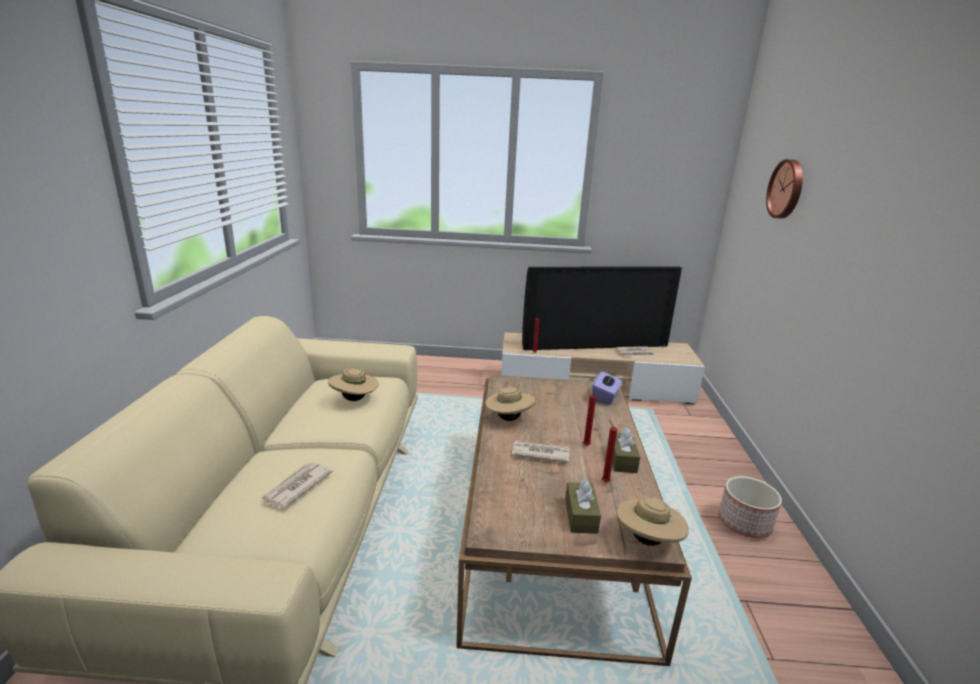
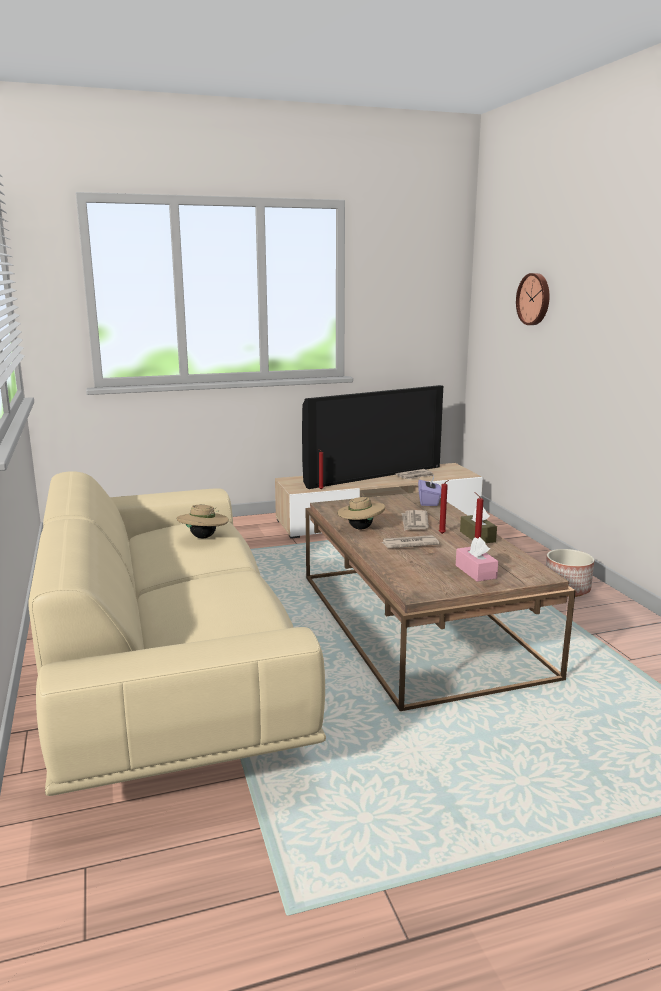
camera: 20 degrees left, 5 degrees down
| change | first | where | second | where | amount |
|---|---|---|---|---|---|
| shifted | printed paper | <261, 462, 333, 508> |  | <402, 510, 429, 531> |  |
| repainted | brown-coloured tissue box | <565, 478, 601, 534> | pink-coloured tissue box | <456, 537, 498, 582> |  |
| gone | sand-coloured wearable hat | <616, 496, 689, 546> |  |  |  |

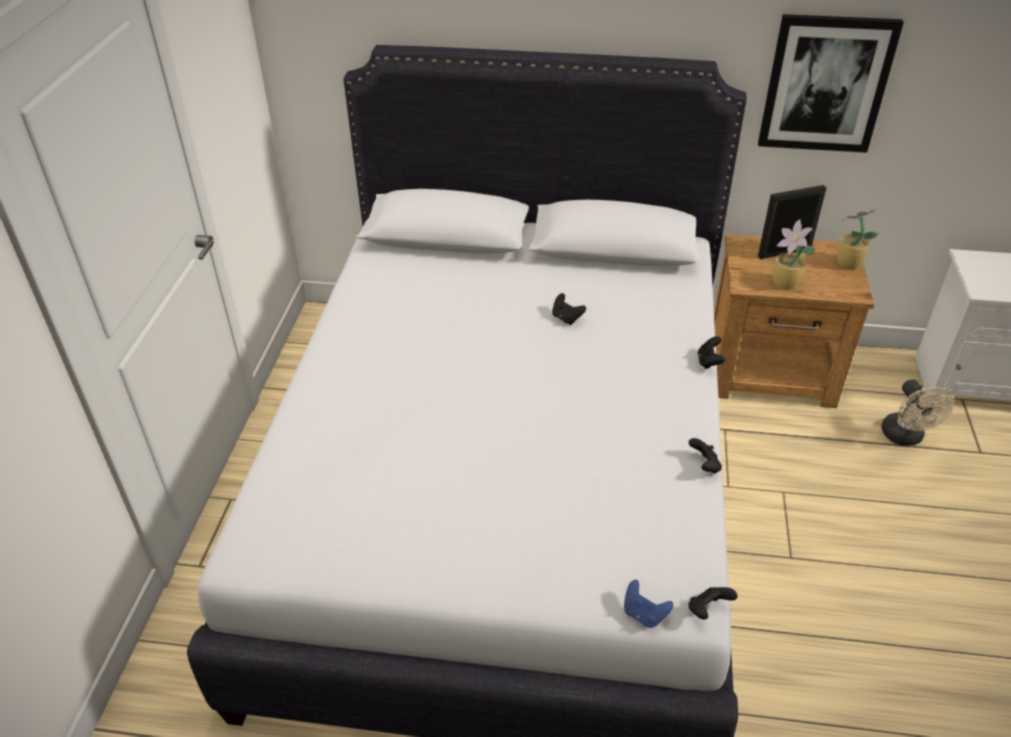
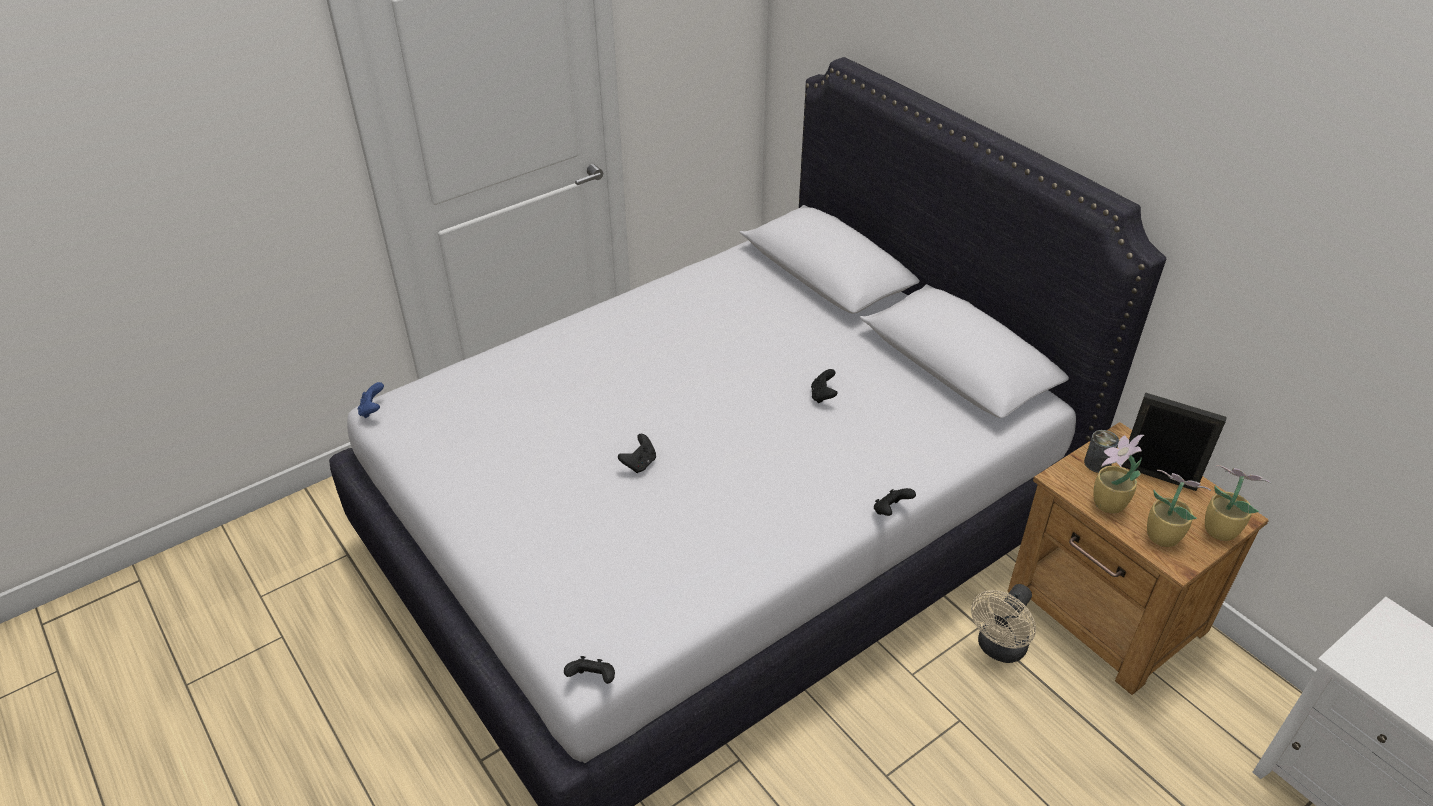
camera: 45 degrees right, 0 degrees up
| change | first | where | second | where | amount |
|---|---|---|---|---|---|
| shifted | blue game controller | <624, 580, 673, 628> |  | <358, 382, 384, 418> |  |
| shifted | blackish game controller | <688, 438, 722, 474> |  | <618, 434, 656, 473> |  |
| shifted | sand-coloured cooling fan | <881, 380, 954, 446> |  | <971, 584, 1036, 663> |  |
| new |  |  | metal can | <1084, 430, 1119, 473> |  |
| new |  |  | potted plant | <1147, 470, 1211, 547> |  |
| gone | picture | <758, 14, 904, 153> |  |  |  |

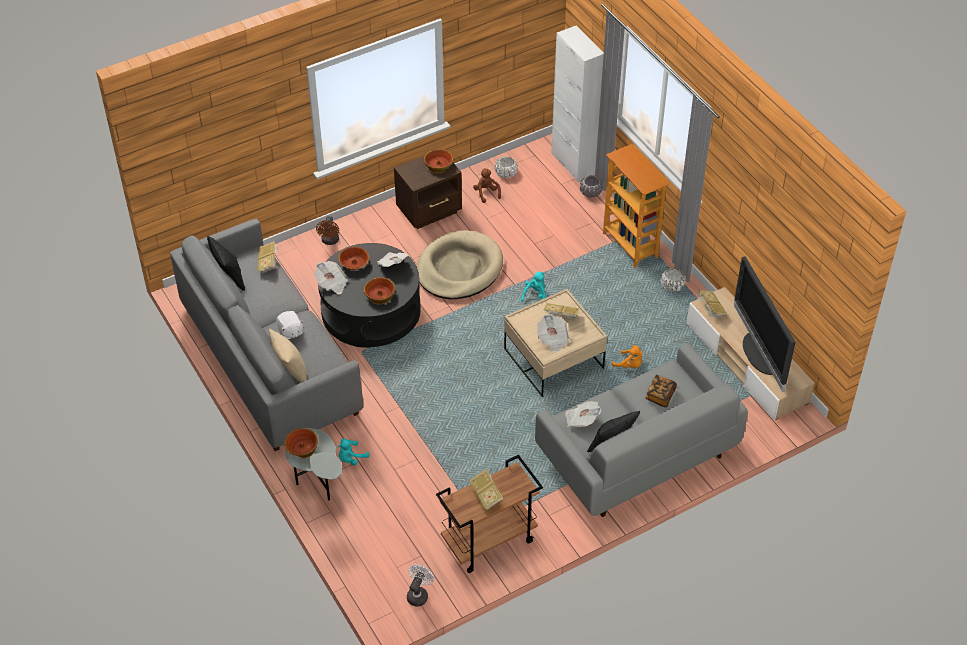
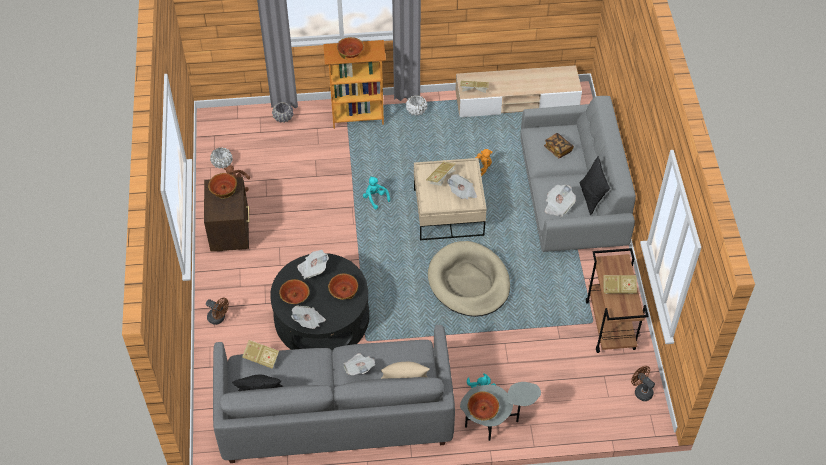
camera: 65 degrees left, 5 degrees up
| change | first | where | second | where | amount |
|---|---|---|---|---|---|
| new |  |  | serving bowl | <337, 37, 364, 59> |  |
| swapped | white-coloured plush toy | <276, 311, 304, 340> | printed paper | <343, 353, 375, 375> |  |
| shifted | sand-coloured dog bed | <417, 230, 503, 299> |  | <428, 241, 510, 317> |  |
| repainted | white-coloured cooling fan | <407, 564, 434, 606> | brown-coloured cooling fan | <631, 366, 655, 401> |  |
| gone | white-coloured cupboard | <551, 26, 604, 182> |  |  |  |
| gone | television | <734, 256, 796, 392> |  |  |  |

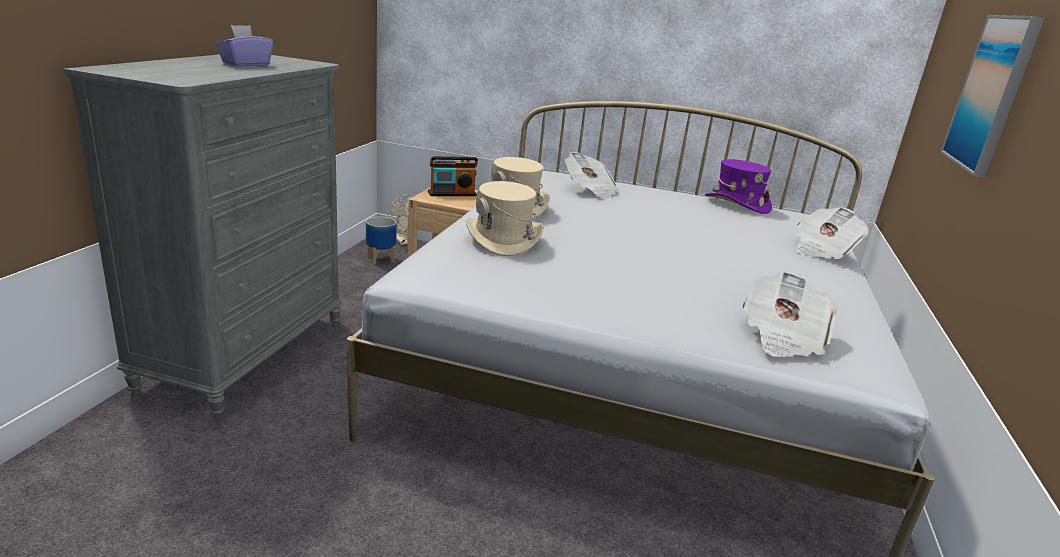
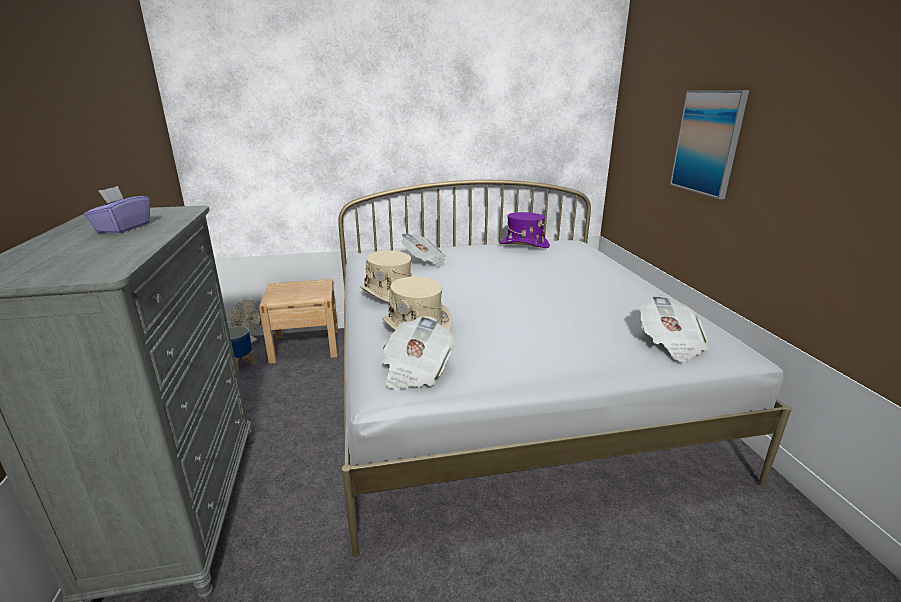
camera: 25 degrees left, 0 degrees up
| change | first | where | second | where | amount |
|---|---|---|---|---|---|
| shifted | printed paper | <795, 207, 869, 259> |  | <382, 316, 455, 389> |  |
| gone | radio set | <428, 156, 478, 196> |  |  |  |

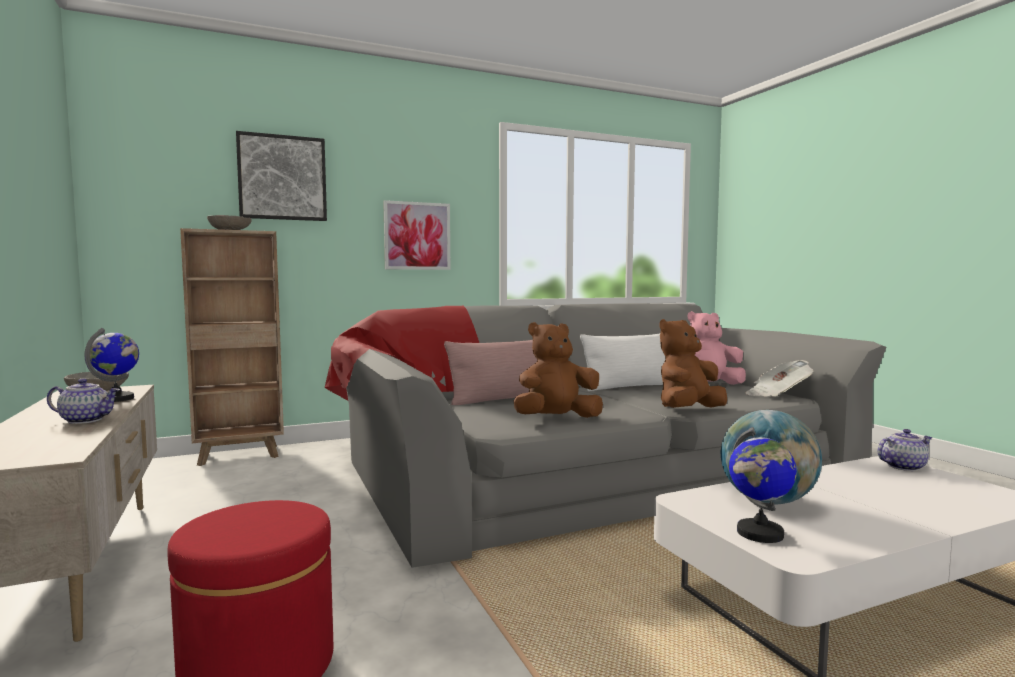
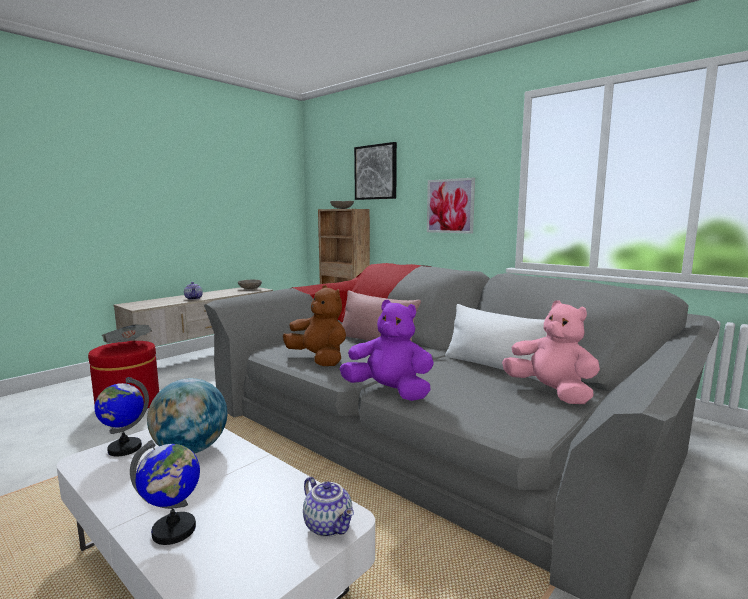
camera: 65 degrees right, 5 degrees up
| change | first | where | second | where | amount |
|---|---|---|---|---|---|
| shifted | printed paper | <745, 360, 813, 397> |  | <102, 324, 152, 343> |  |
| shifted | world globe | <85, 328, 139, 402> |  | <130, 440, 200, 545> |  |
| repainted | brown-coloured plush toy | <659, 319, 727, 408> | purplish plush toy | <339, 300, 434, 401> |  |

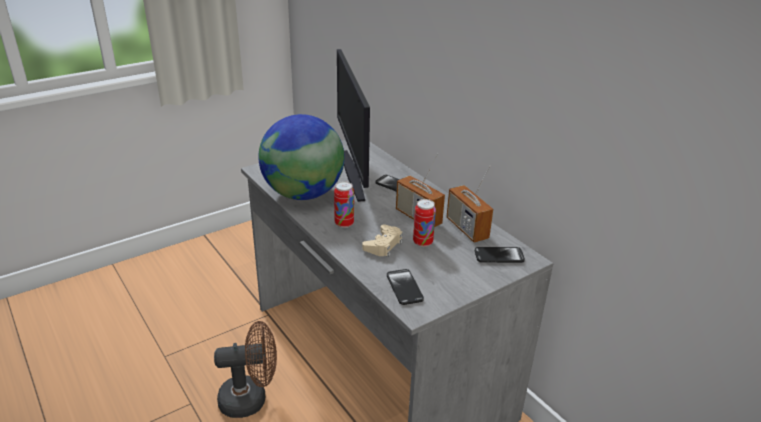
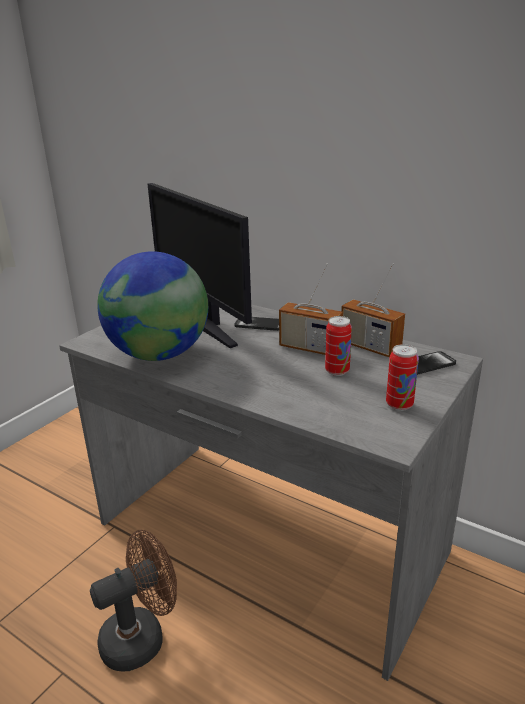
camera: 20 degrees left, 5 degrees down
| change | first | where | second | where | amount |
|---|---|---|---|---|---|
| shifted | metal can | <334, 181, 354, 228> |  | <386, 344, 419, 411> |  |
| gone | sand-coloured game controller | <362, 224, 403, 257> |  |  |  |
| gone | handset | <387, 269, 424, 305> |  |  |  |

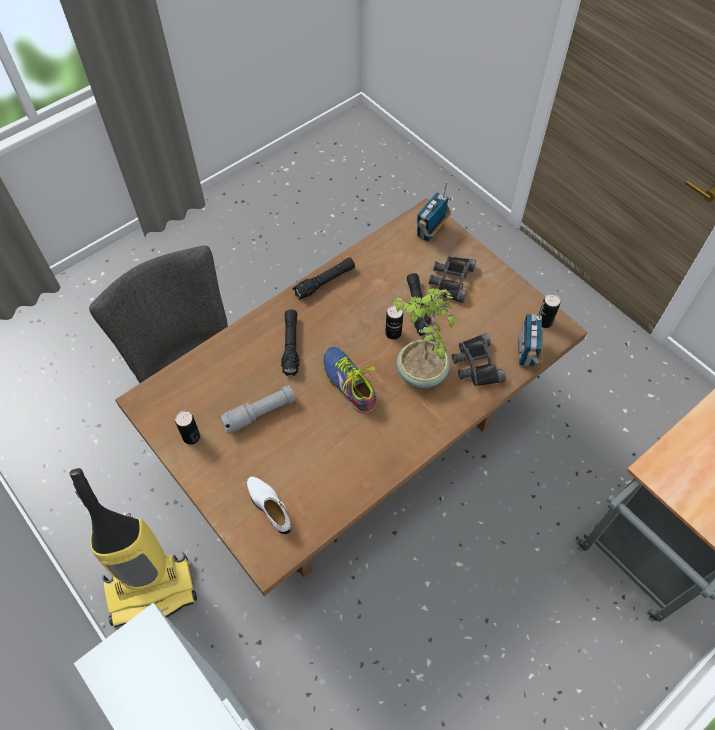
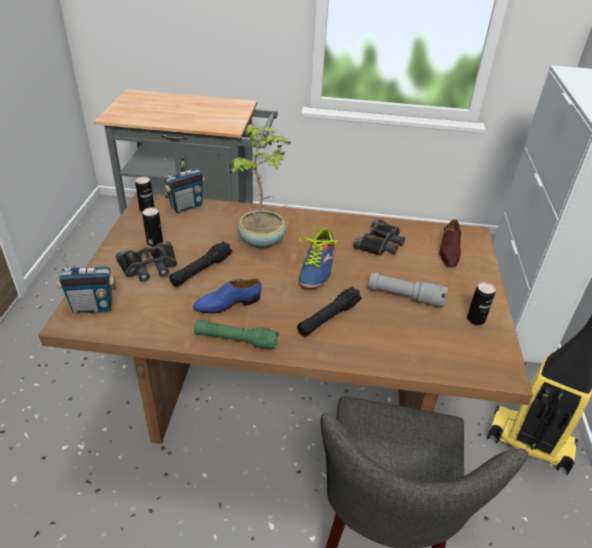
camera: 135 degrees left, 20 degrees down
| change | first | where | second | where | amount |
|---|---|---|---|---|---|
| shifted | metal can | <385, 305, 403, 340> |  | <142, 207, 163, 247> |  |
| new |  |  | blue item of footwear | <193, 279, 262, 313> |  |
| repainted | blackish flashlight | <293, 257, 355, 300> | greenish flashlight | <194, 320, 279, 349> |  |
| shifted | blackish field glasses | <452, 333, 506, 386> |  | <353, 218, 405, 256> |  |
| repainted | white-coloured item of footwear | <247, 477, 291, 534> | brown-coloured item of footwear | <439, 219, 461, 267> |  |

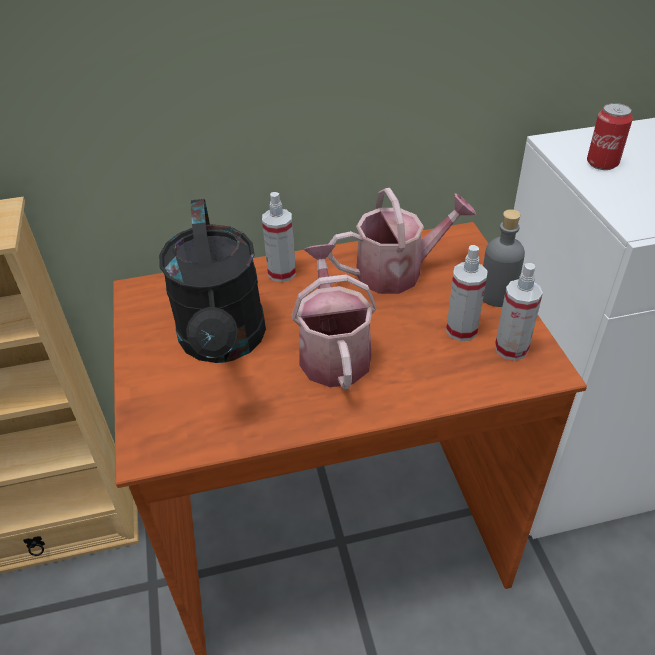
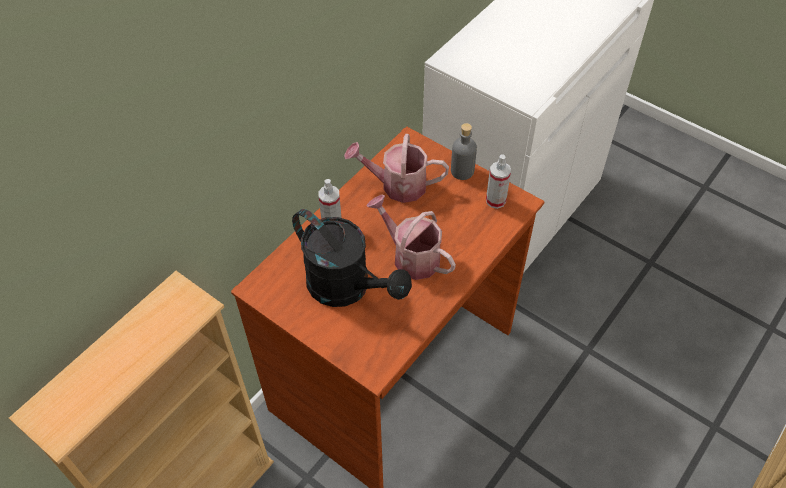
camera: 40 degrees left, 10 degrees up
| change | first | where | second | where | amount |
|---|---|---|---|---|---|
| rotated | watering pot | <328, 188, 476, 294> |  | <344, 134, 449, 203> | 120 degrees counterclockwise |
| gone | spray bottle | <446, 245, 488, 341> |  |  |  |
| gone | metal can | <587, 103, 633, 170> |  |  |  |

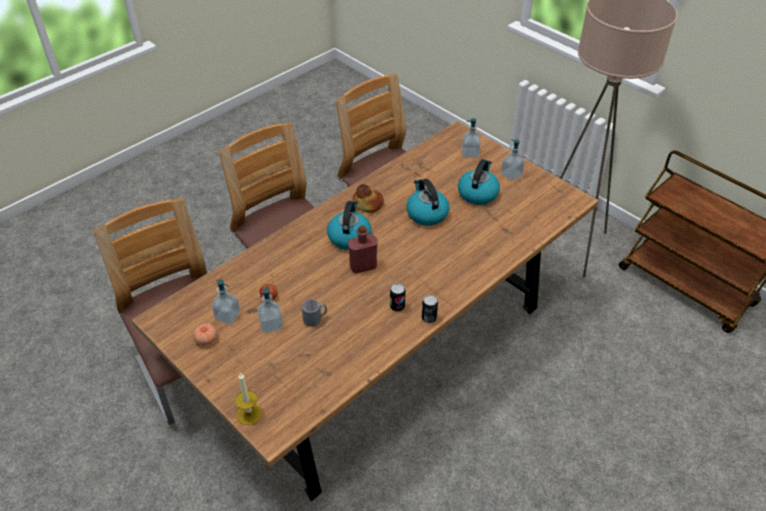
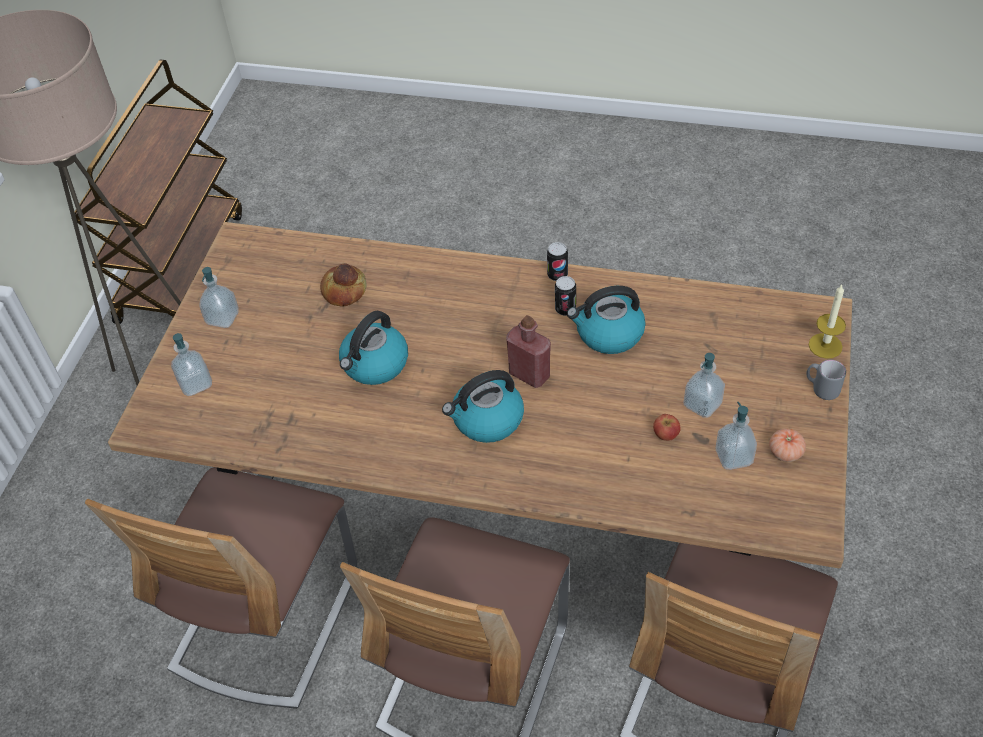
camera: 120 degrees left, 5 degrees up
| change | first | where | second | where | amount |
|---|---|---|---|---|---|
| shifted | bread | <353, 184, 384, 213> |  | <320, 263, 367, 307> |  |
| shifted | water kettle | <458, 159, 500, 205> |  | <567, 286, 646, 354> |  |
| shifted | gray tea mug | <302, 299, 327, 327> |  | <806, 360, 846, 400> |  |

